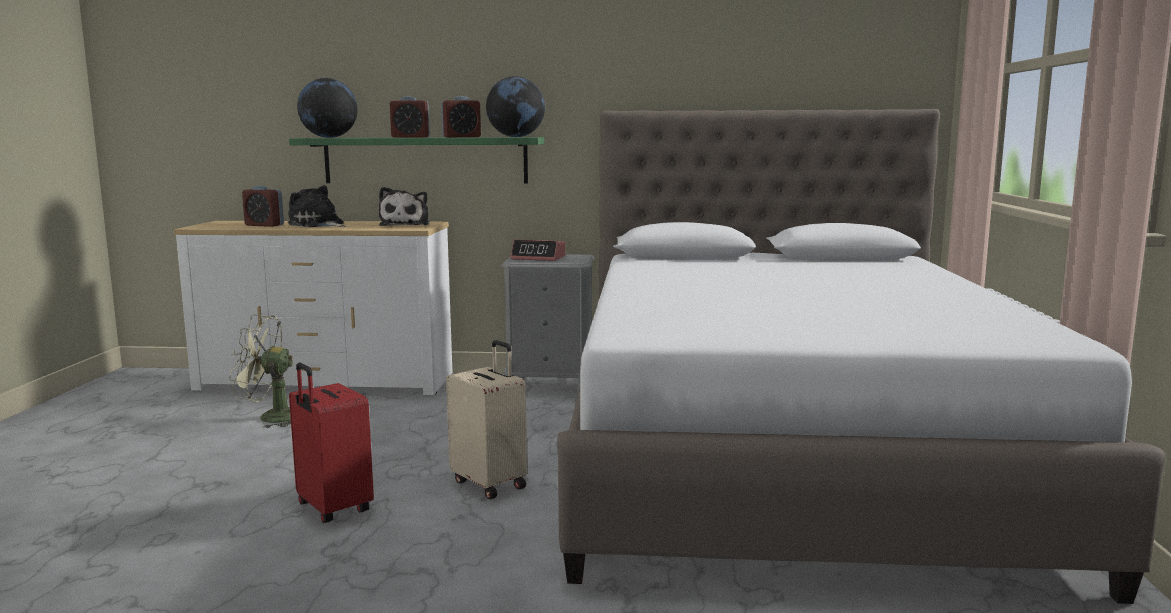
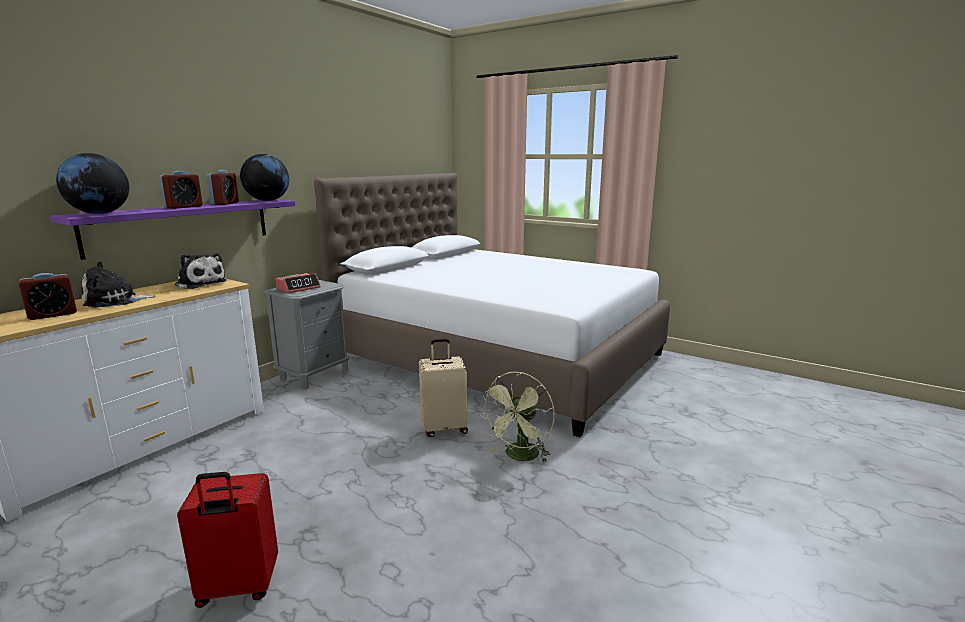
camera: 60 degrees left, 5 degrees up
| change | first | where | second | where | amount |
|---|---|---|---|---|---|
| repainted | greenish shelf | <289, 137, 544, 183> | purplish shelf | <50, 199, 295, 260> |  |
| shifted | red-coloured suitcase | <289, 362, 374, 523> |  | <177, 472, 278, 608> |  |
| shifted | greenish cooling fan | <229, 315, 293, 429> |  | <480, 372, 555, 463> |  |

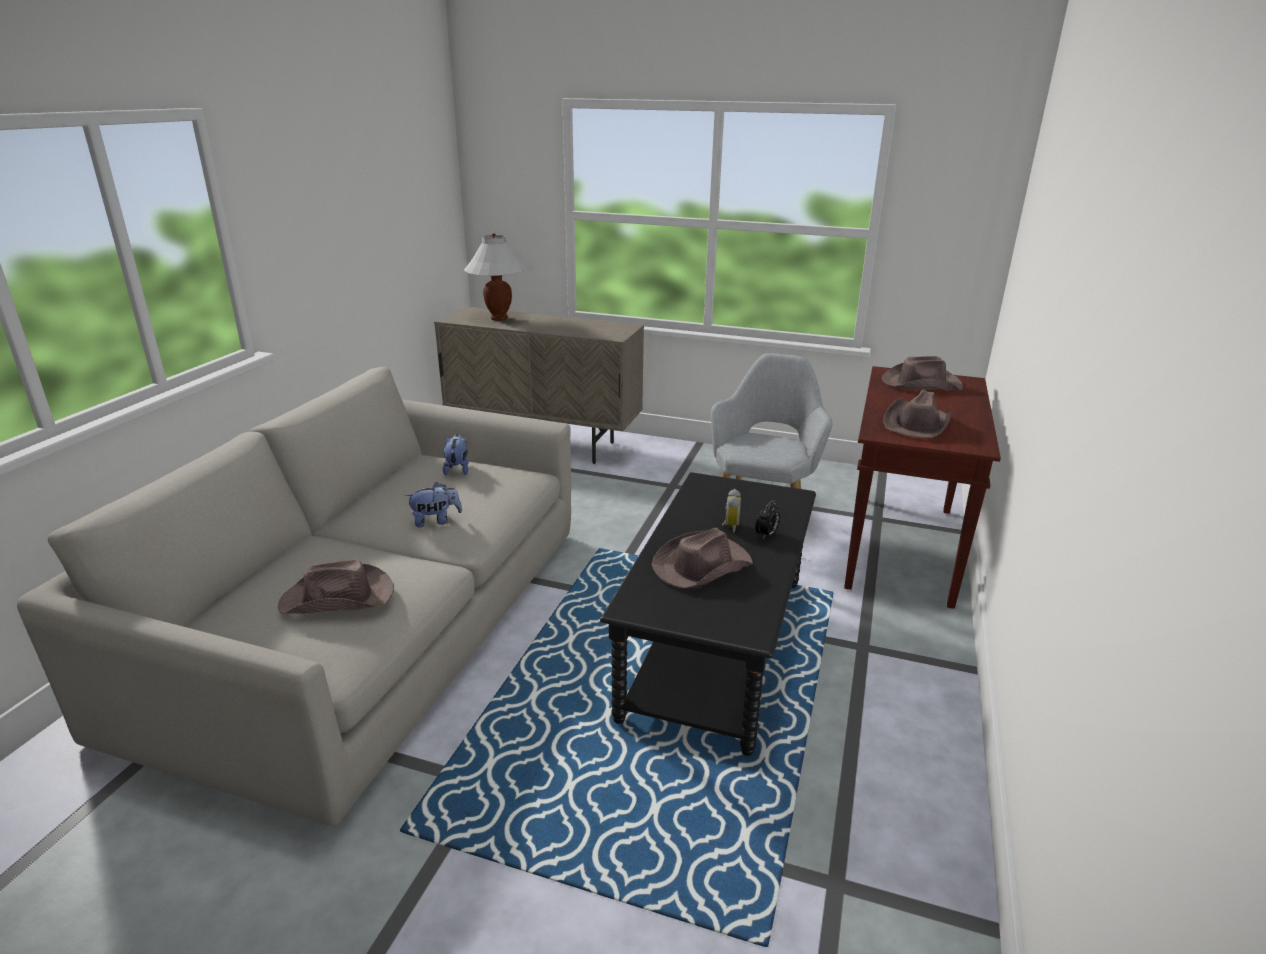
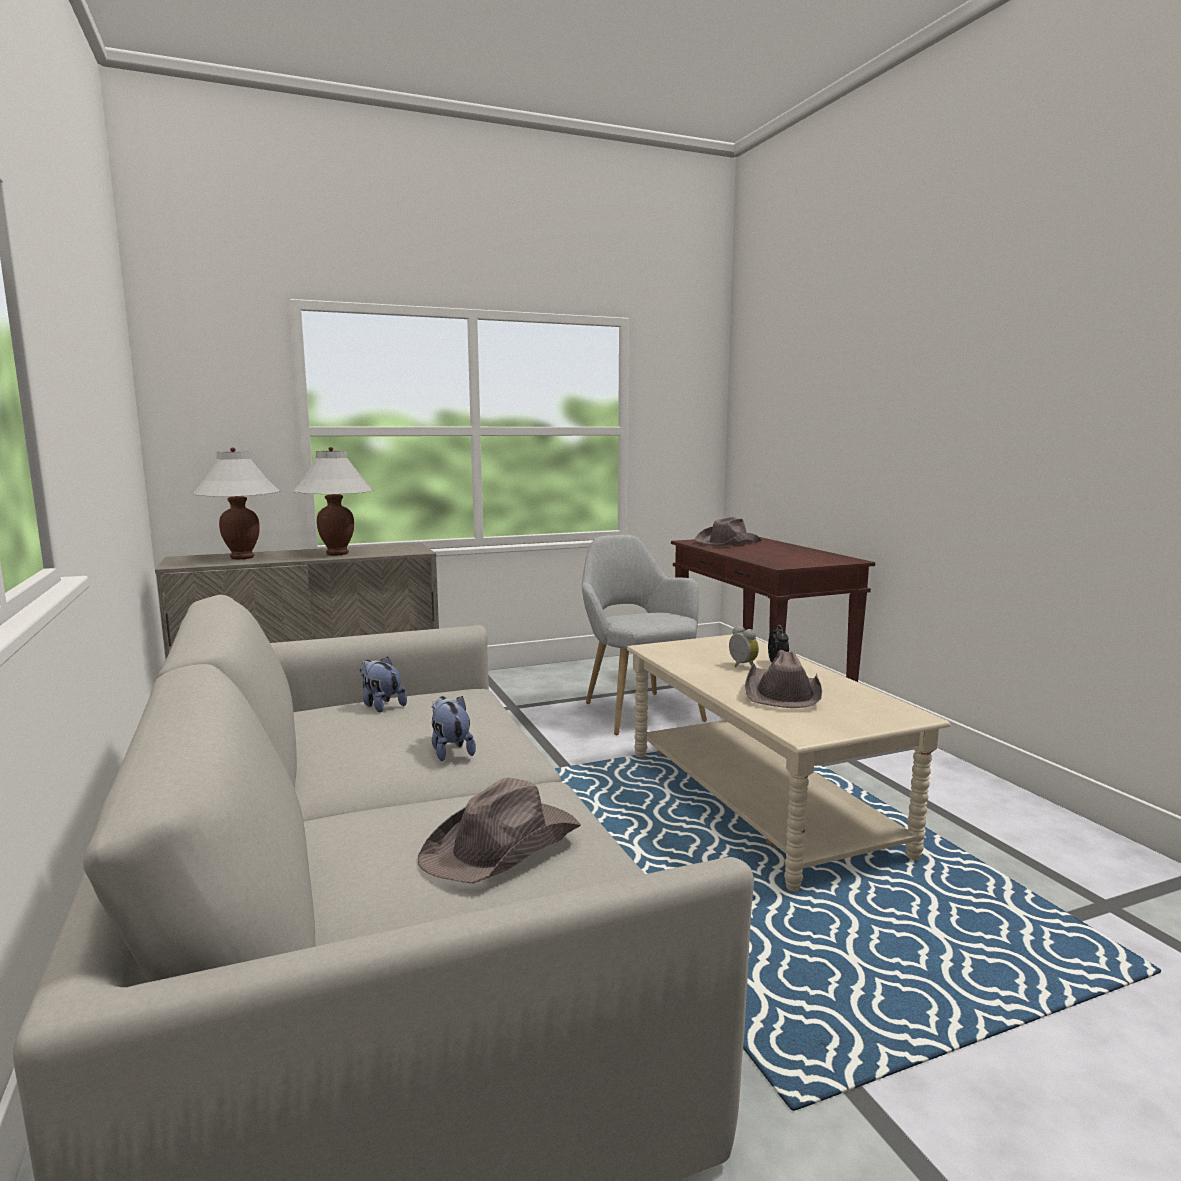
camera: 40 degrees left, 15 degrees down
| change | first | where | second | where | amount |
|---|---|---|---|---|---|
| new |  |  | white-coloured tabletop lamp | <292, 447, 373, 555> |  |
| rotated | plush toy | <405, 482, 462, 527> |  | <432, 696, 476, 761> | 60 degrees counterclockwise |
| repainted | blackish coffee table | <600, 472, 816, 756> | sand-coloured coffee table | <627, 634, 951, 891> |  |
| gone | brown-coloured wearable hat | <883, 390, 952, 438> |  |  |  |

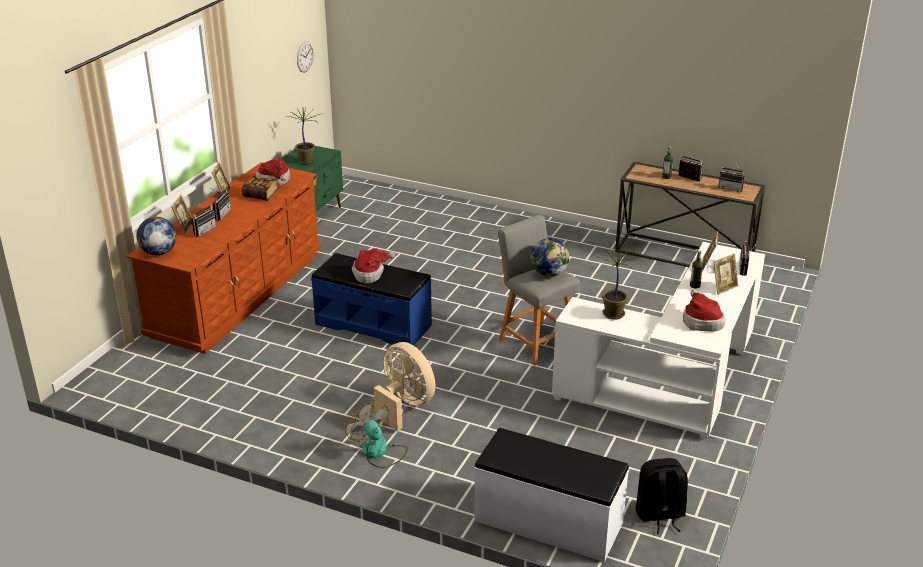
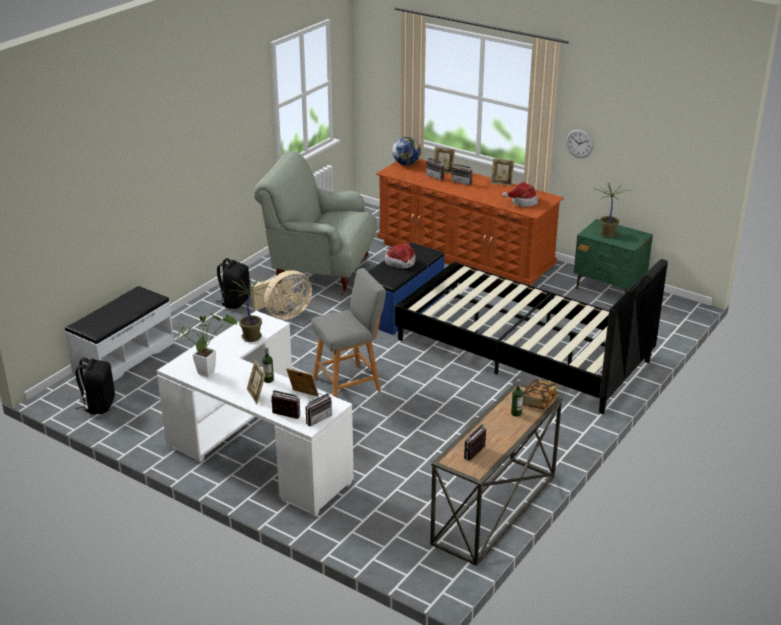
camera: 100 degrees right, 0 degrees up
| change | first | where | second | where | amount |
|---|---|---|---|---|---|
| swapped | wearable hat | <683, 290, 726, 332> | potted plant | <178, 313, 237, 377> |  |
| swapped | cooling fan | <346, 402, 408, 468> | blackish rucksack | <215, 258, 250, 309> |  |
| new |  |  | gray armchair | <254, 151, 377, 295> |  |
| shifted | radio set | <678, 156, 703, 182> |  | <306, 389, 332, 427> |  |
| new |  |  | blackish sleeping bed | <395, 259, 668, 414> |  |
| shifted | bound book | <242, 176, 279, 201> |  | <522, 379, 558, 409> |  |
| shifted | wall clock | <297, 41, 314, 73> |  | <566, 129, 593, 158> |  |
| gone | world globe | <530, 238, 570, 277> |  |  |  |

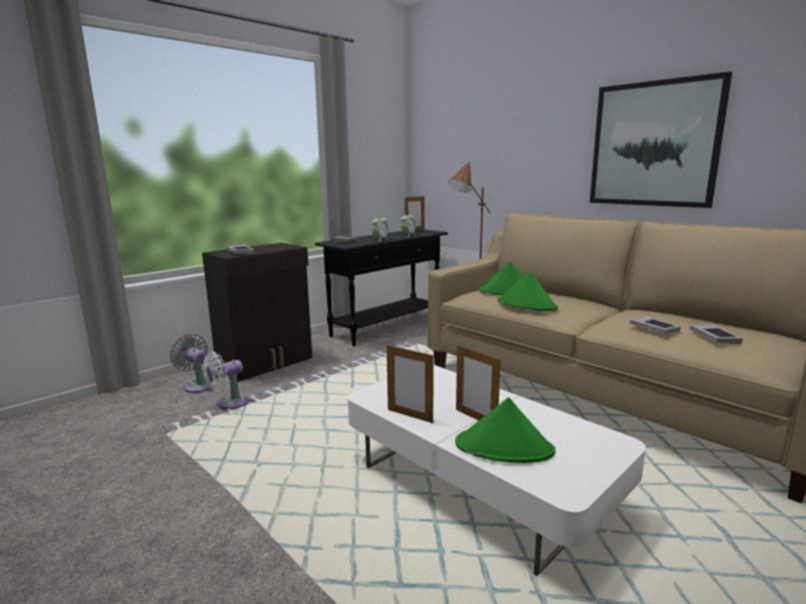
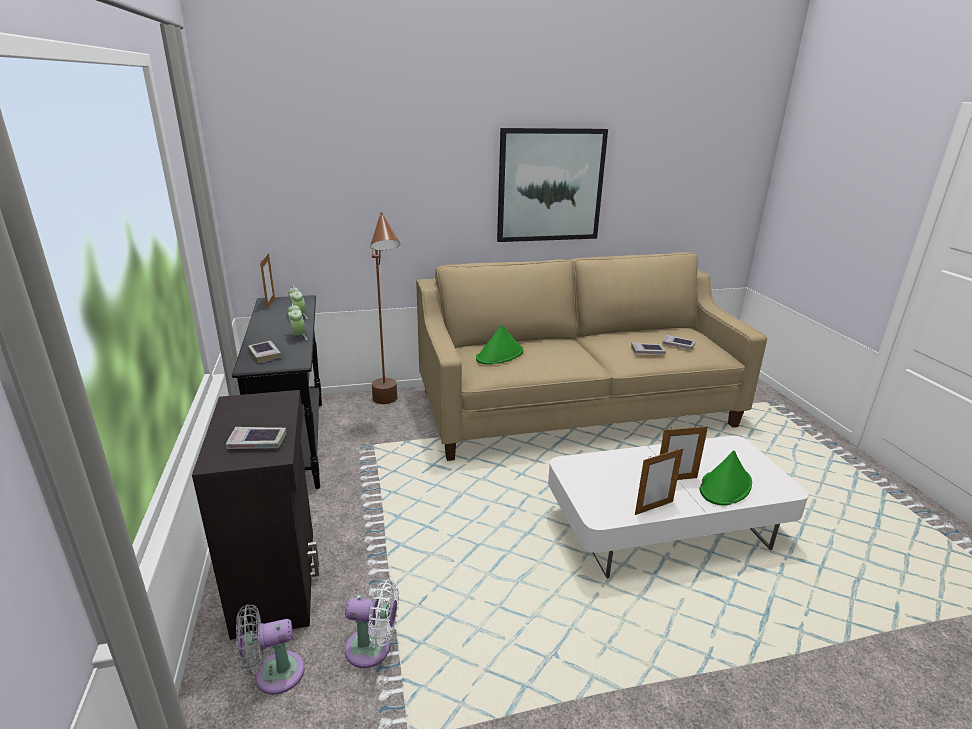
camera: 60 degrees left, 10 degrees up
| change | first | where | second | where | amount |
|---|---|---|---|---|---|
| rotated | white-coloured cooling fan | <204, 352, 249, 409> |  | <345, 579, 399, 668> | 75 degrees counterclockwise |
| gone | greenish wearable hat | <498, 271, 558, 311> |  |  |  |

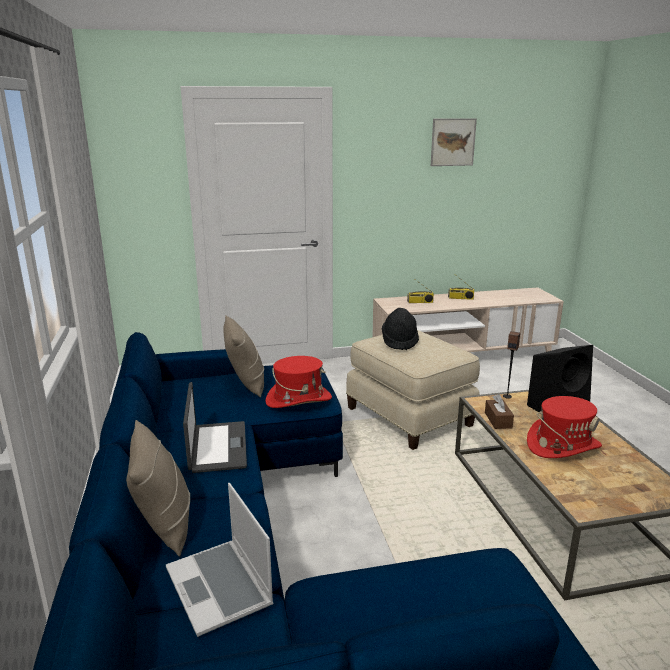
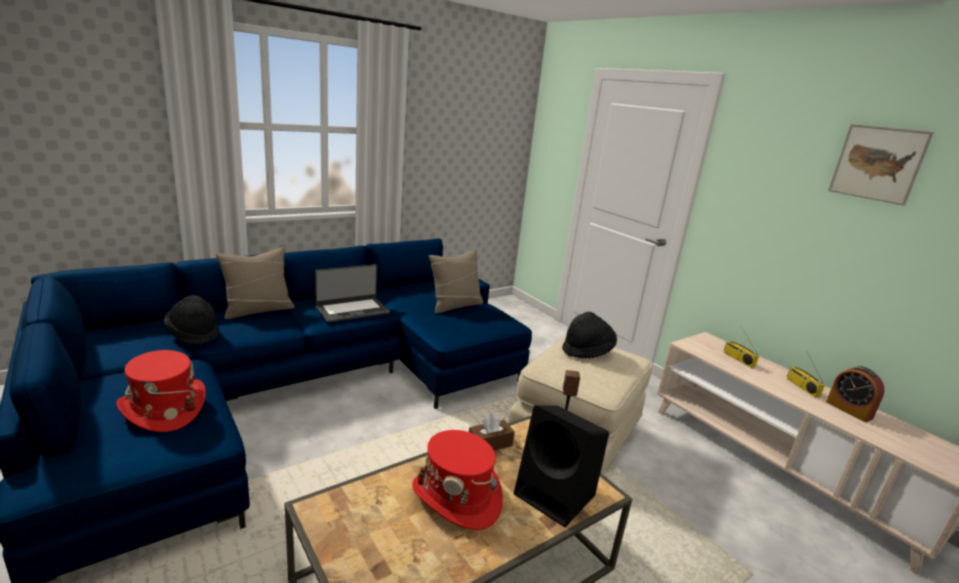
camera: 65 degrees right, 0 degrees up
| change | first | where | second | where | amount |
|---|---|---|---|---|---|
| shifted | red-coloured wearable hat | <265, 356, 332, 408> |  | <116, 350, 206, 432> |  |
| swapped | notebook computer | <166, 483, 274, 637> | blackish wearable hat | <164, 295, 220, 345> |  |
| new |  |  | table clock | <826, 366, 885, 422> |  |

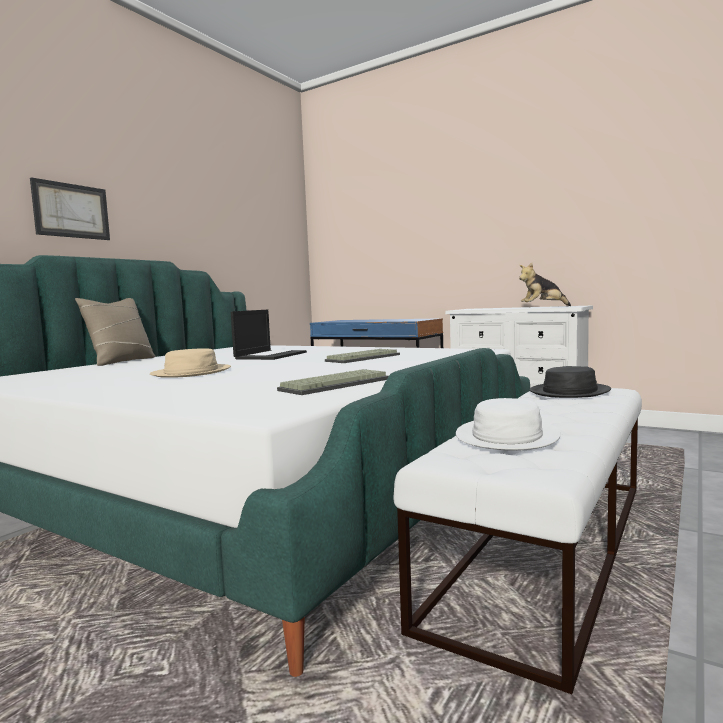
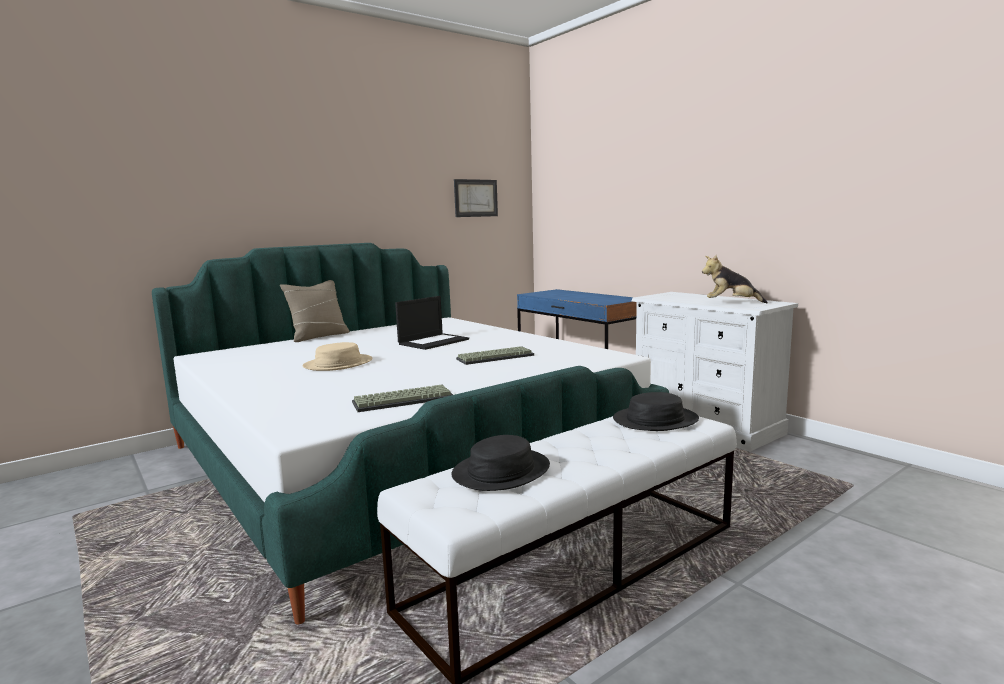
camera: 20 degrees right, 5 degrees up
| change | first | where | second | where | amount |
|---|---|---|---|---|---|
| repainted | white-coloured wearable hat | <456, 398, 561, 451> | blackish wearable hat | <451, 435, 550, 491> |  |
| shifted | picture | <30, 177, 110, 240> |  | <454, 179, 498, 217> |  |

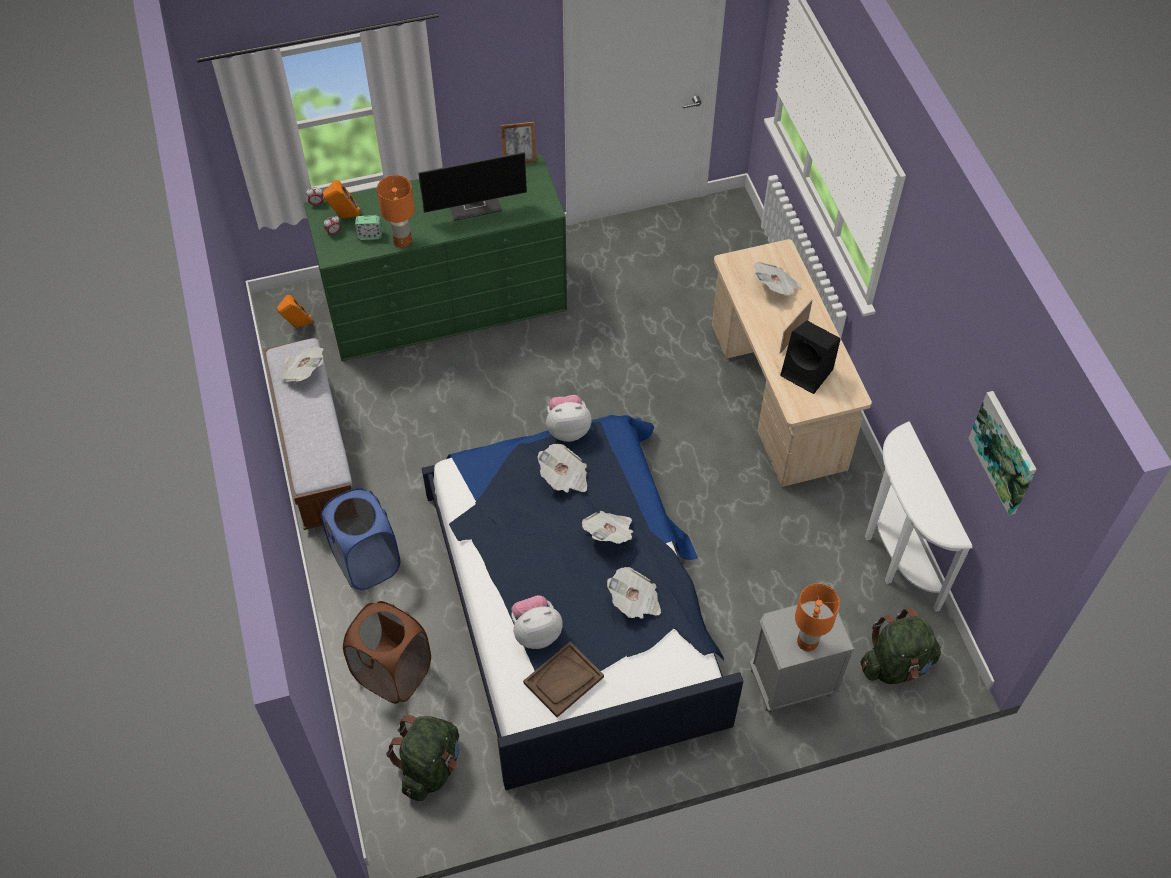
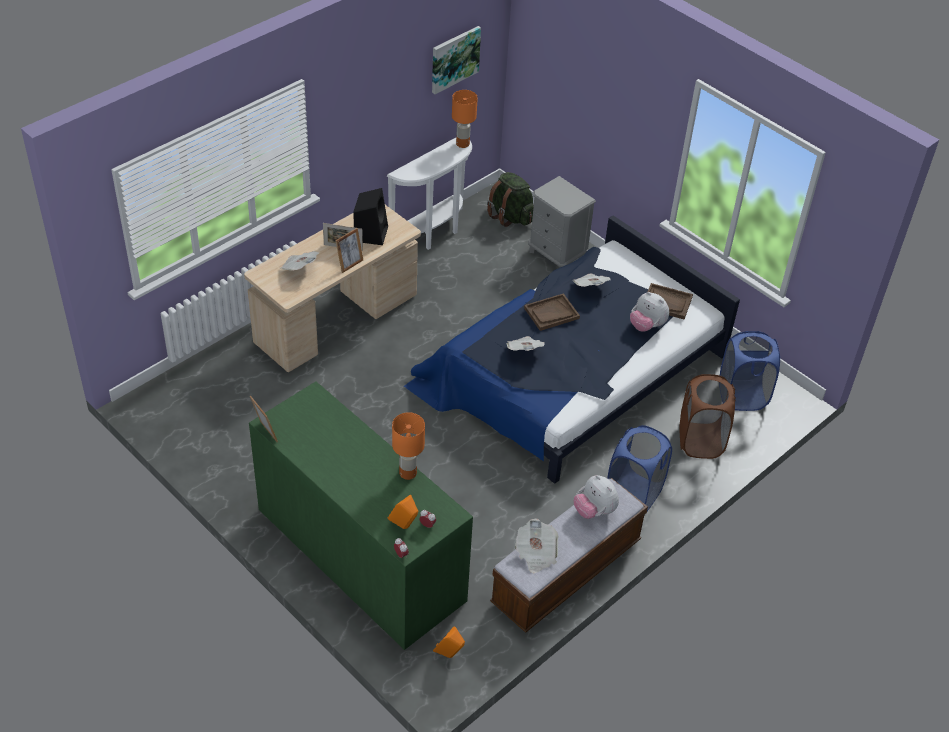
camera: 120 degrees left, 10 degrees down
| change | first | where | second | where | amount |
|---|---|---|---|---|---|
| new |  |  | picture frame | <336, 228, 363, 273> |  |
| shifted | orange-coloured tabletop lamp | <795, 583, 840, 651> |  | <452, 90, 478, 148> |  |
| swapped | printed paper | <582, 511, 634, 544> | brown-coloured serving tray | <524, 293, 580, 331> |  |
| shifted | plush toy | <546, 395, 592, 442> |  | <574, 475, 619, 519> |  |
| swapped | greenish rucksack | <386, 715, 459, 801> | blue laundry basket | <720, 331, 780, 411> |  |
| gone | table clock | <355, 215, 382, 240> |  |  |  |
| gone | computer screen | <418, 152, 527, 221> |  |  |  |

